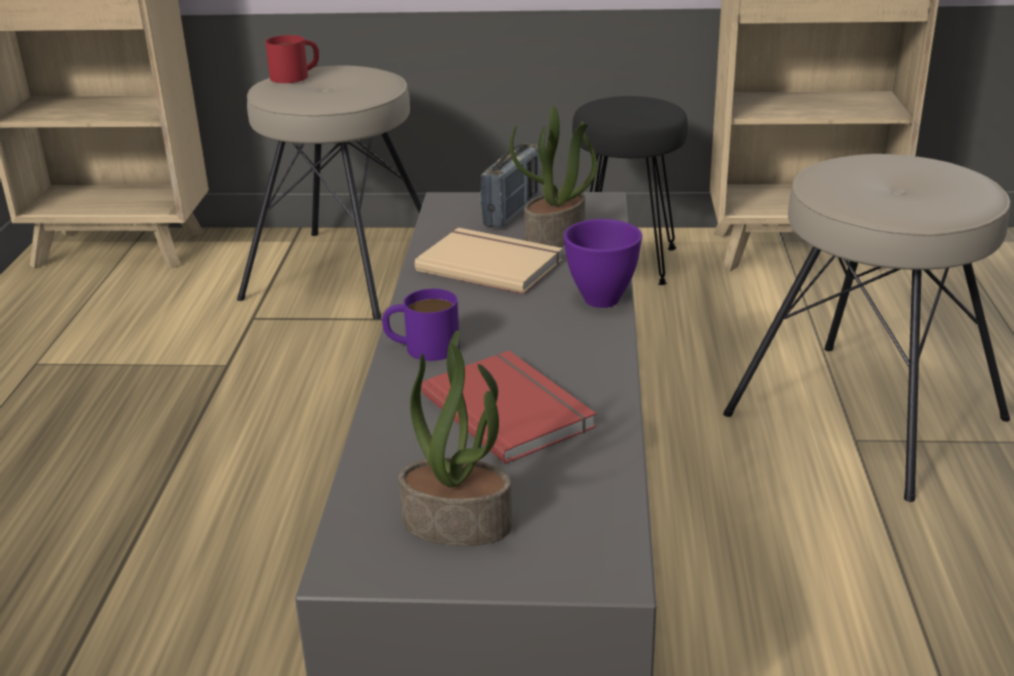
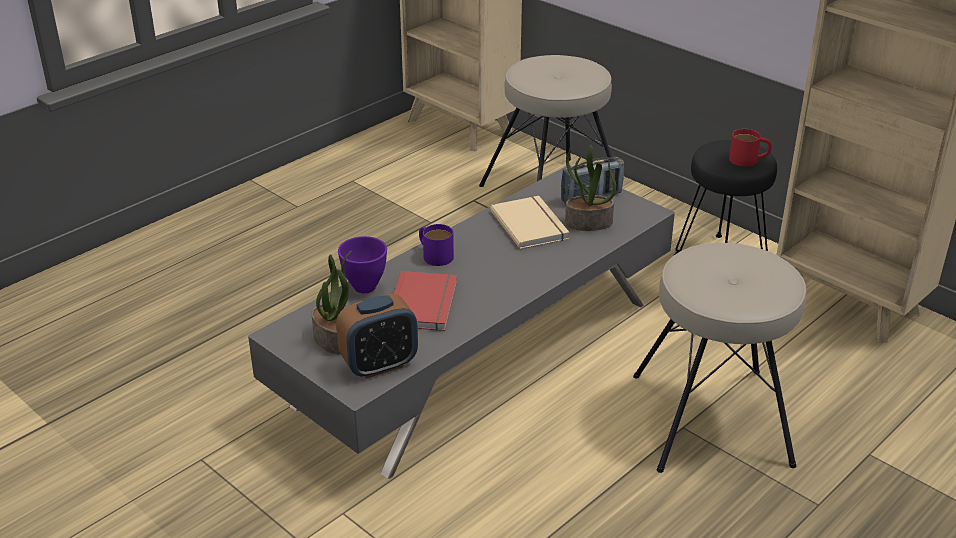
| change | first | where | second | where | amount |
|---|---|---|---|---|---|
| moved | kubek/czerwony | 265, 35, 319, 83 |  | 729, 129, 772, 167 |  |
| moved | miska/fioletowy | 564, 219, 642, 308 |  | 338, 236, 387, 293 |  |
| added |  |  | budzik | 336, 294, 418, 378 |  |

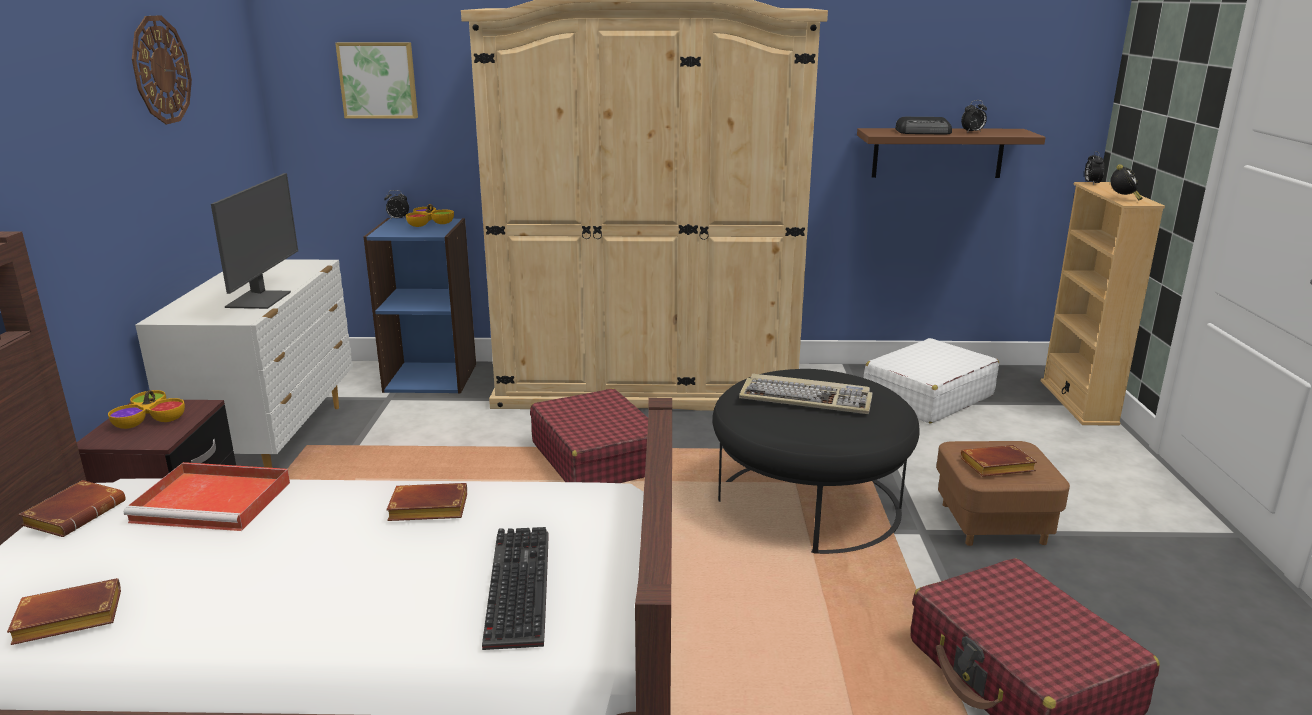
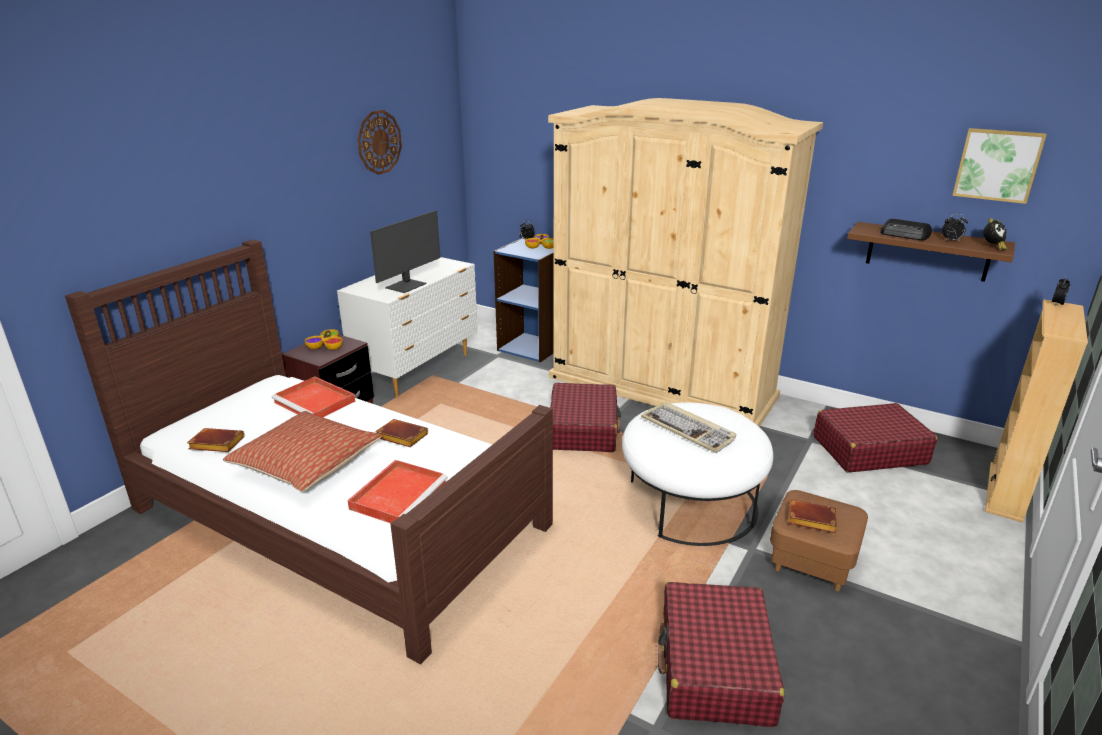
| change | first | where | second | where | amount |
|---|---|---|---|---|---|
| removed | książka/brązowy | 19, 480, 125, 537 |  |  |  |
| moved | obraz | 335, 42, 418, 119 |  | 952, 128, 1047, 204 |  |
| replaced | klawiatura | 482, 527, 548, 650 | taca/czerwony | 347, 460, 448, 523 |  |
| recoloured | pufa/czarny | 712, 369, 920, 554 | pufa/biały | 622, 402, 773, 546 |  |
| recoloured | walizka/biały | 864, 338, 999, 424 | walizka/czerwony | 814, 403, 938, 472 |  |
| moved | budzik | 1111, 164, 1142, 201 |  | 983, 218, 1007, 250 |  |
| added |  |  | poduszka | 223, 411, 382, 492 |  |

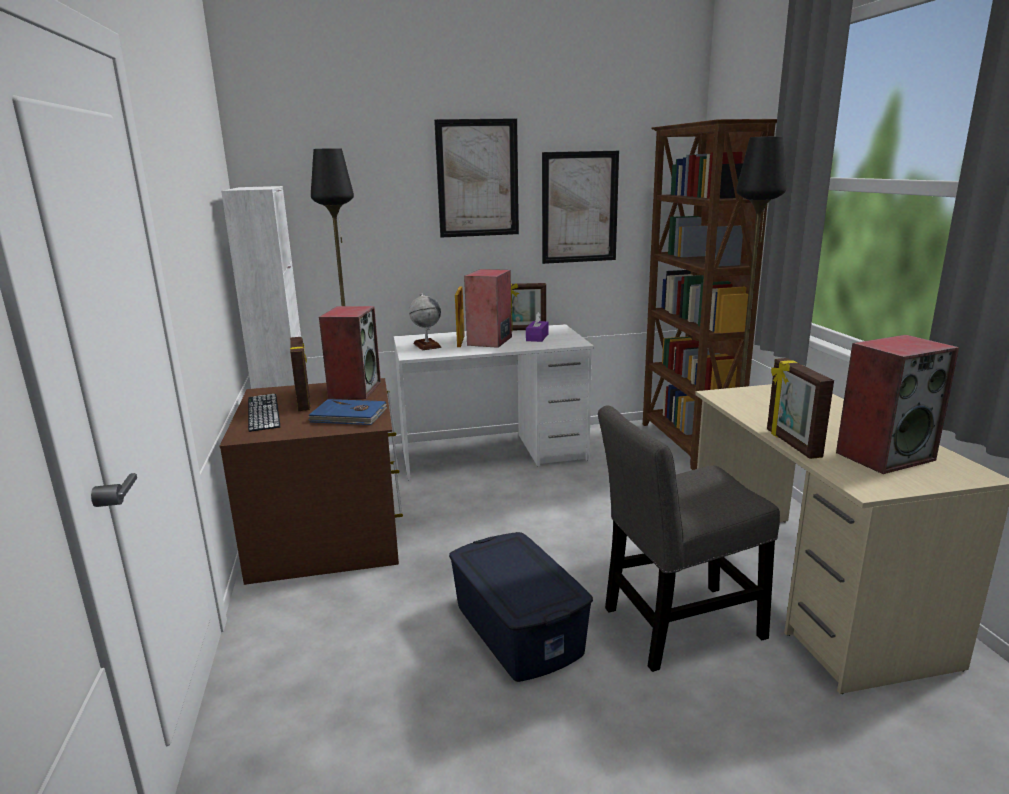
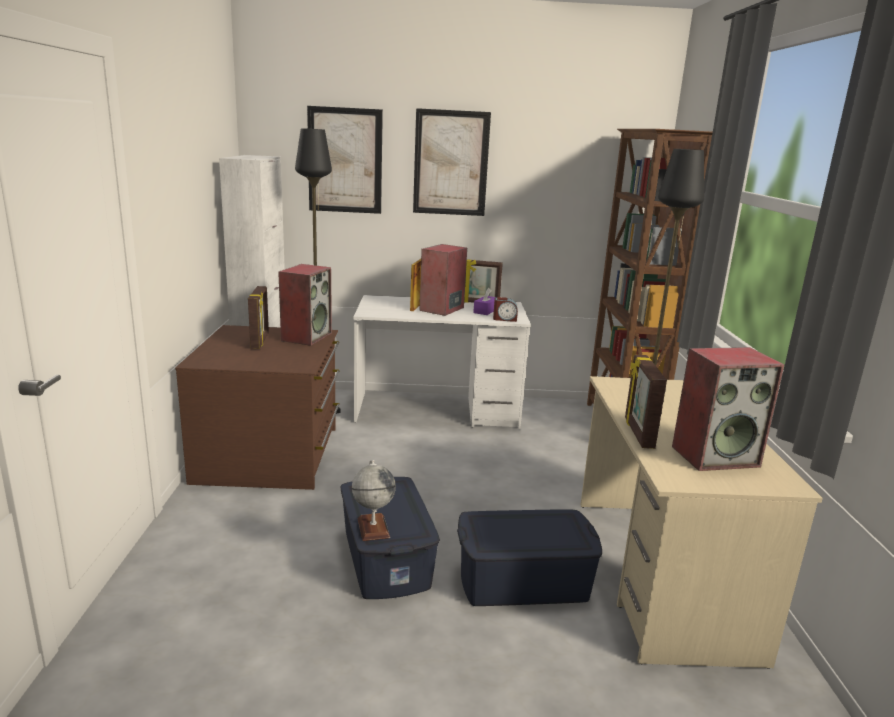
| change | first | where | second | where | amount |
|---|---|---|---|---|---|
| removed | klawiatura | 248, 394, 280, 432 |  |  |  |
| removed | książka/niebieski | 308, 399, 387, 425 |  |  |  |
| moved | globus | 409, 293, 442, 350 |  | 352, 460, 396, 541 |  |
| moved | obraz | 542, 151, 619, 264 |  | 307, 106, 383, 214 |  |
| replaced | krzesło/szary | 598, 406, 780, 672 | pojemnik do przechowywania/niebieski | 457, 509, 602, 606 |  |
| added |  |  | budzik | 493, 297, 518, 322 |  |

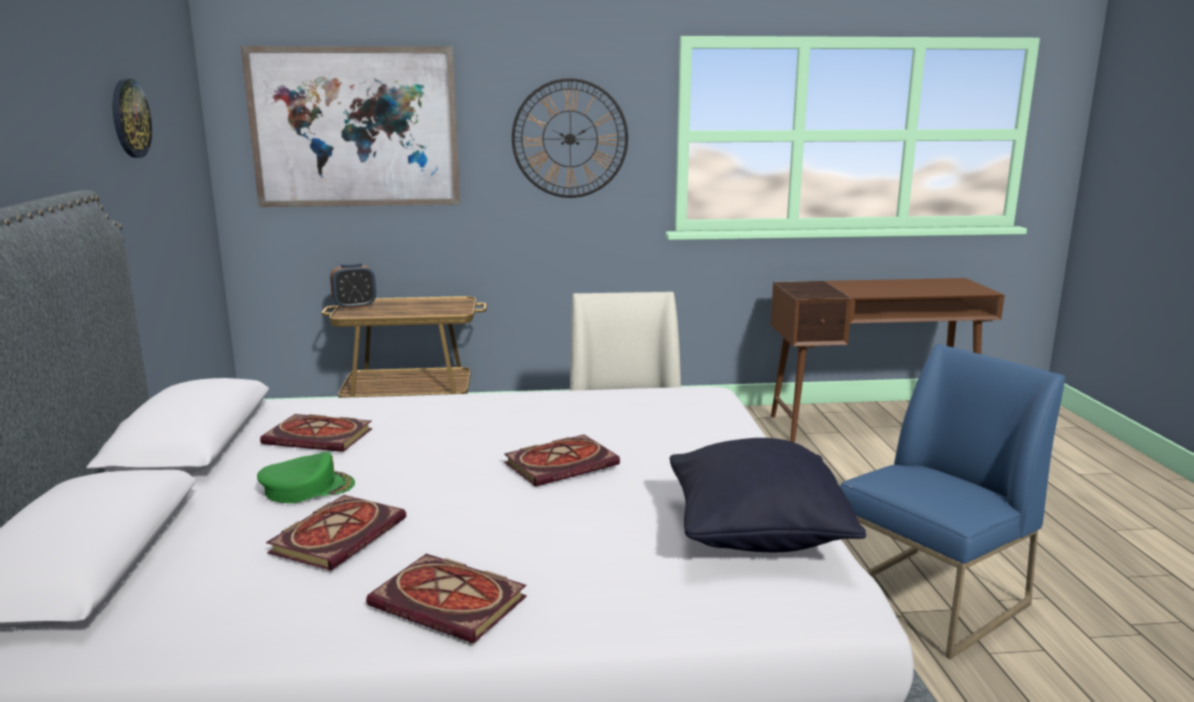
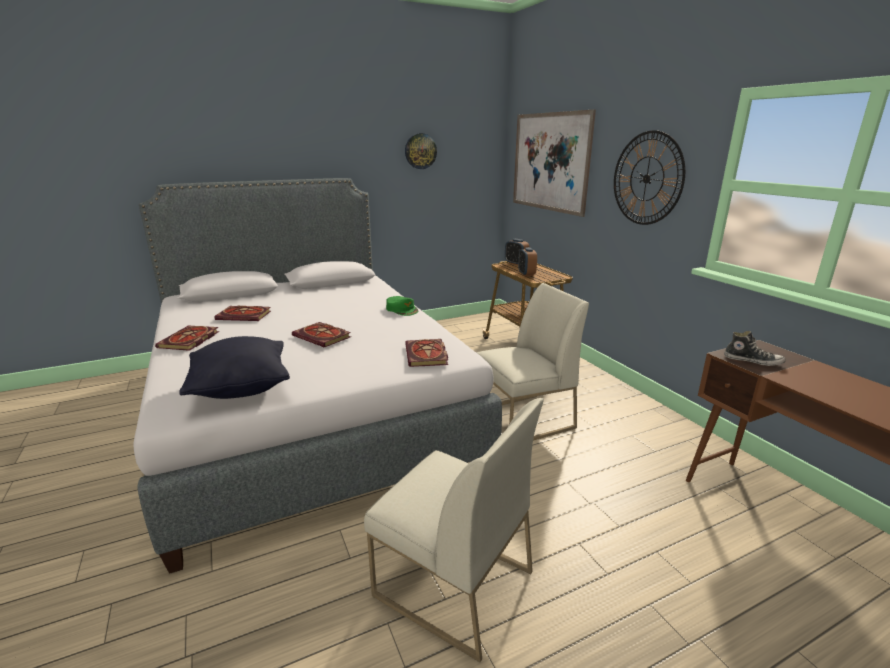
| change | first | where | second | where | amount |
|---|---|---|---|---|---|
| moved | czapka z daszkiem/zielony | 257, 452, 355, 503 |  | 386, 296, 418, 316 |  |
| moved | książka | 260, 414, 372, 452 |  | 405, 339, 448, 367 |  |
| recoloured | krzesło/niebieski | 840, 344, 1065, 659 | krzesło/biały | 364, 398, 544, 662 |  |
| added |  |  | budzik | 518, 247, 537, 276 |  |
| added |  |  | but | 724, 331, 786, 366 |  |

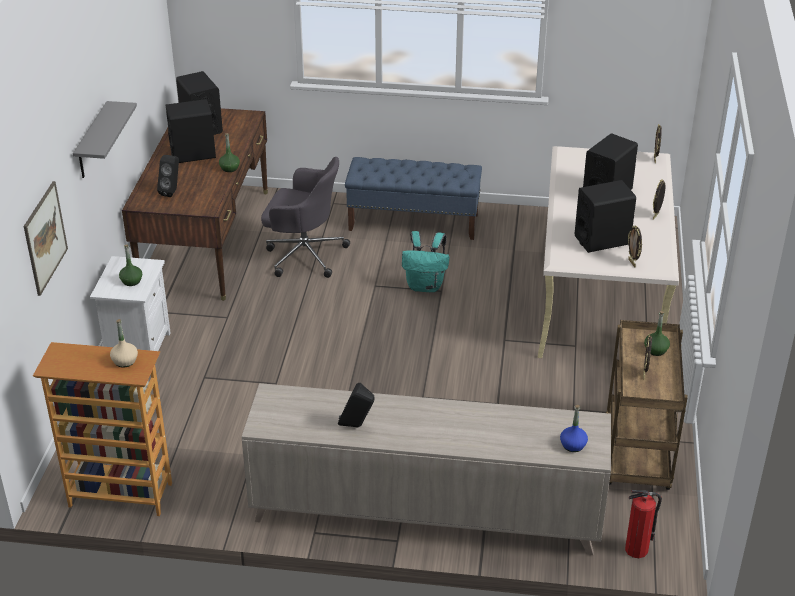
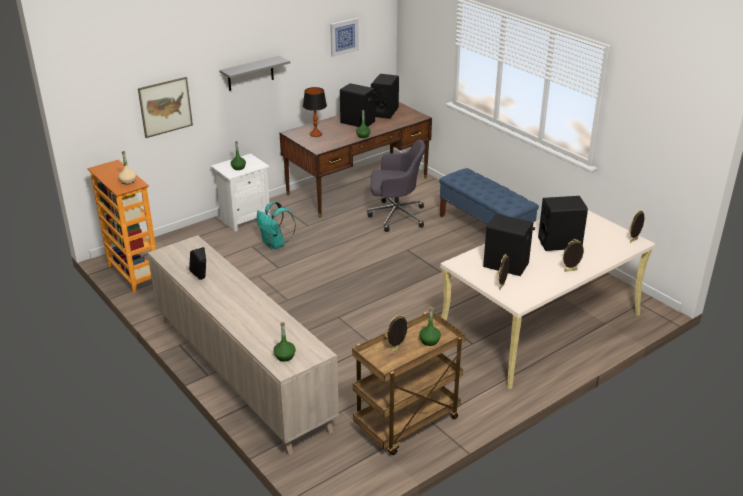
| change | first | where | second | where | amount |
|---|---|---|---|---|---|
| replaced | głośnik/czarny | 157, 155, 179, 197 | lampa stołowa | 303, 87, 327, 137 |  |
| turned | krzesło biurowe/szary | 261, 157, 350, 278 |  | 367, 139, 426, 232 | 60 degrees counterclockwise |
| moved | plecak/turkusowy | 402, 231, 449, 292 |  | 257, 201, 296, 250 |  |
| recoloured | butelka/niebieski | 560, 405, 588, 452 | butelka/zielony | 273, 322, 296, 362 |  |
| removed | gaśnica | 625, 490, 662, 558 |  |  |  |
| added |  |  | obraz | 330, 18, 359, 57 |  |

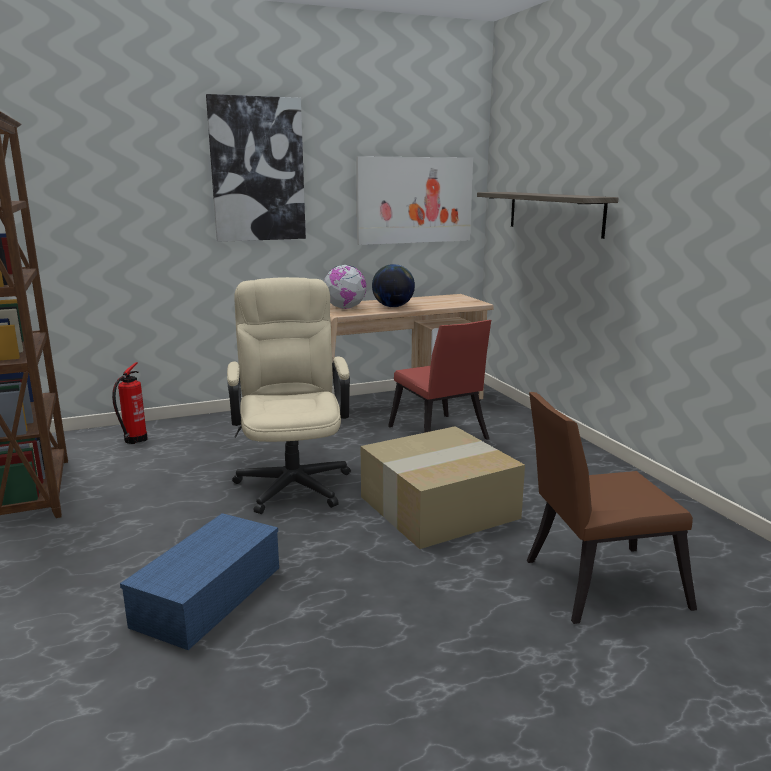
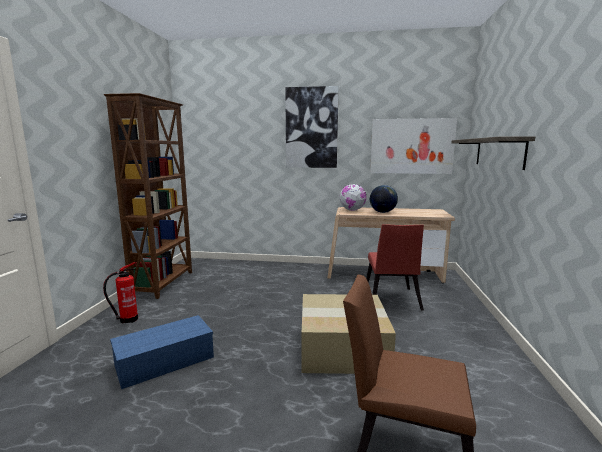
| change | first | where | second | where | amount |
|---|---|---|---|---|---|
| moved | gaśnica | 112, 362, 147, 444 |  | 103, 262, 138, 324 |  |
| removed | krzesło biurowe/beżowy | 227, 277, 351, 514 |  |  |  |

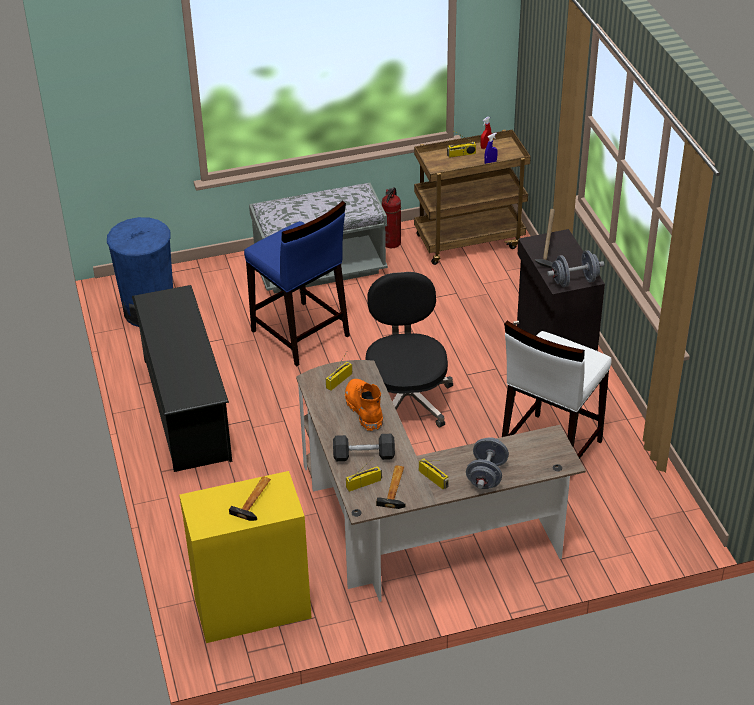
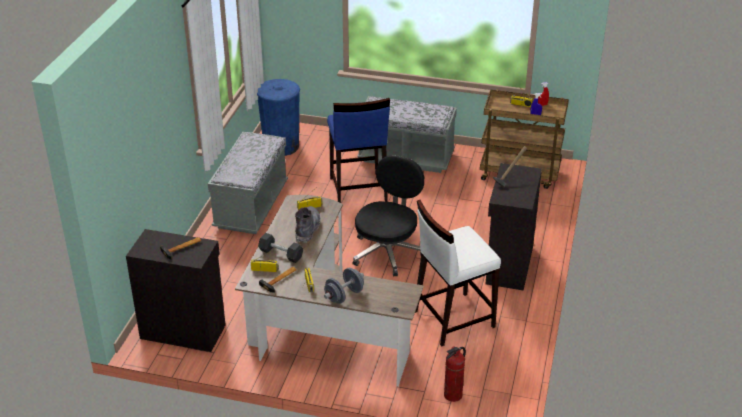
| change | first | where | second | where | amount |
|---|---|---|---|---|---|
| replaced | regał na buty/czarny | 132, 285, 232, 472 | ławka/szary | 208, 132, 288, 234 |  |
| recoloured | szafka/żółty | 179, 471, 312, 643 | szafka/czarny | 126, 229, 226, 352 |  |
| recoloured | but z cholewką/pomarańczowy | 345, 379, 383, 431 | but z cholewką/szary | 295, 206, 320, 243 |  |
| moved | gaśnica | 382, 187, 401, 248 |  | 444, 346, 466, 402 |  |
| removed | hantel/szary | 547, 251, 604, 287 |  |  |  |

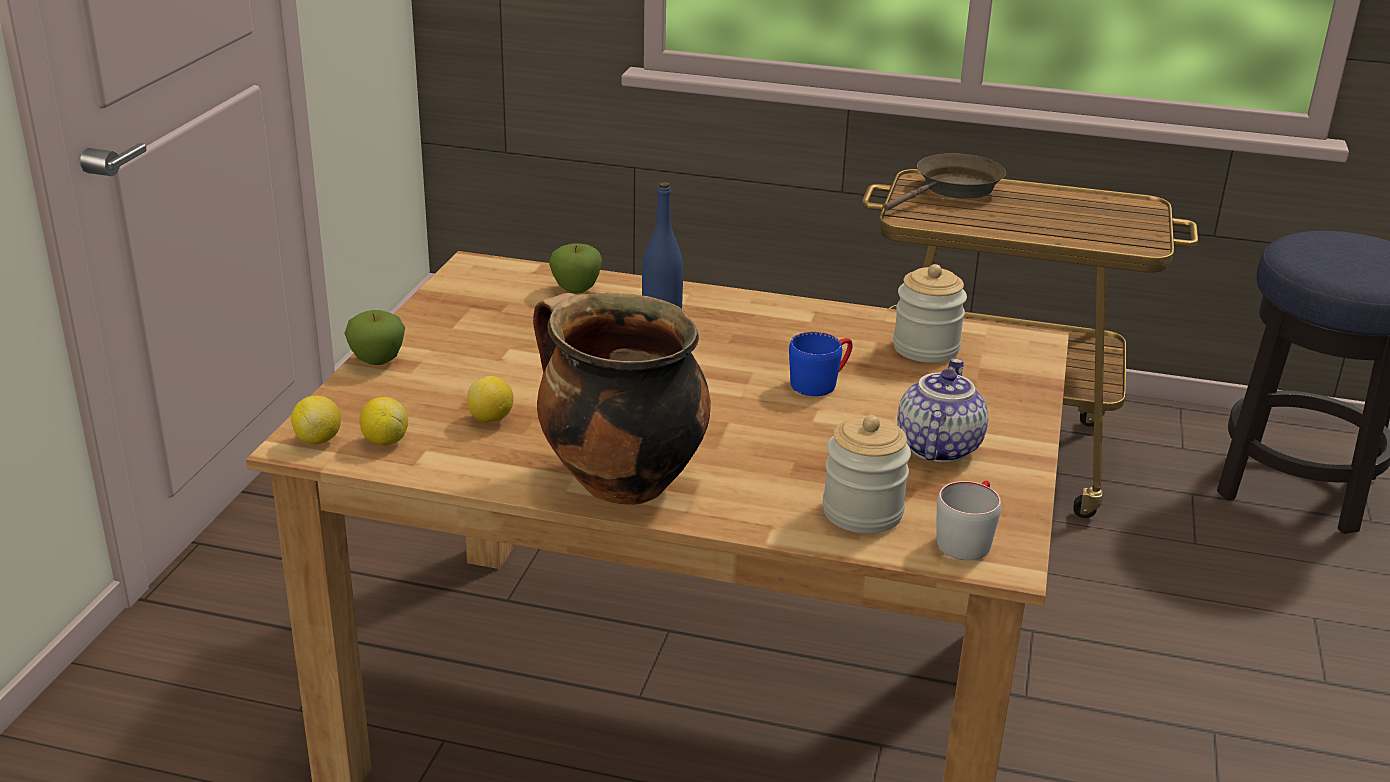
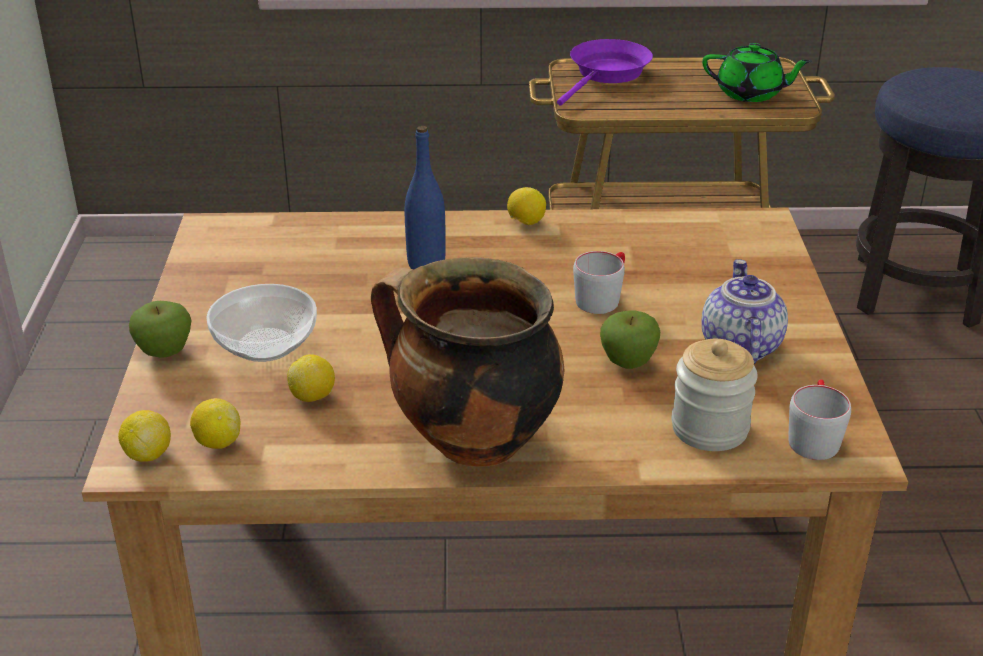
| change | first | where | second | where | amount |
|---|---|---|---|---|---|
| moved | jabłko | 549, 244, 602, 293 |  | 600, 311, 660, 369 |  |
| recoloured | kubek/niebieski | 789, 332, 853, 396 | kubek/szary | 573, 251, 625, 314 |  |
| recoloured | patelnia/brązowy | 884, 153, 1006, 211 | patelnia/fioletowy | 557, 39, 653, 106 |  |
| removed | słoik | 893, 264, 967, 363 |  |  |  |
| added |  |  | miska | 206, 284, 317, 362 |  |
| added |  |  | cytryna | 507, 187, 546, 225 |  |
| added |  |  | imbryk/zielony | 702, 43, 812, 102 |  |

